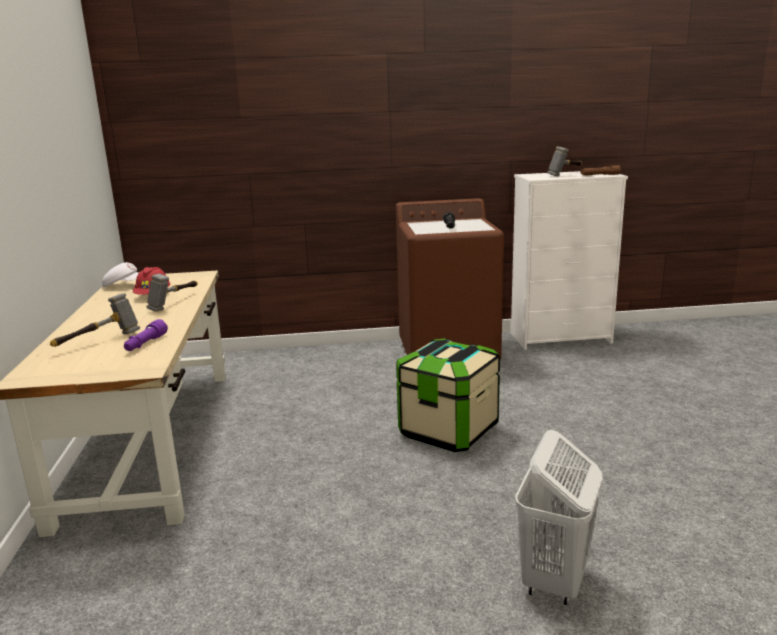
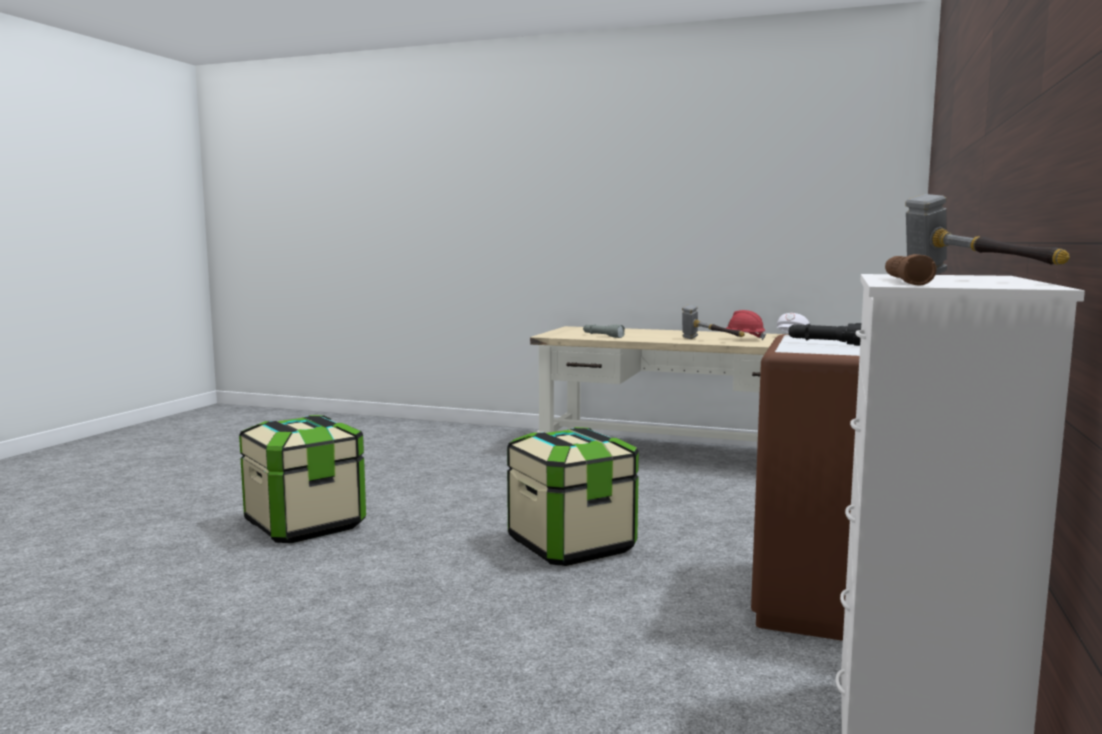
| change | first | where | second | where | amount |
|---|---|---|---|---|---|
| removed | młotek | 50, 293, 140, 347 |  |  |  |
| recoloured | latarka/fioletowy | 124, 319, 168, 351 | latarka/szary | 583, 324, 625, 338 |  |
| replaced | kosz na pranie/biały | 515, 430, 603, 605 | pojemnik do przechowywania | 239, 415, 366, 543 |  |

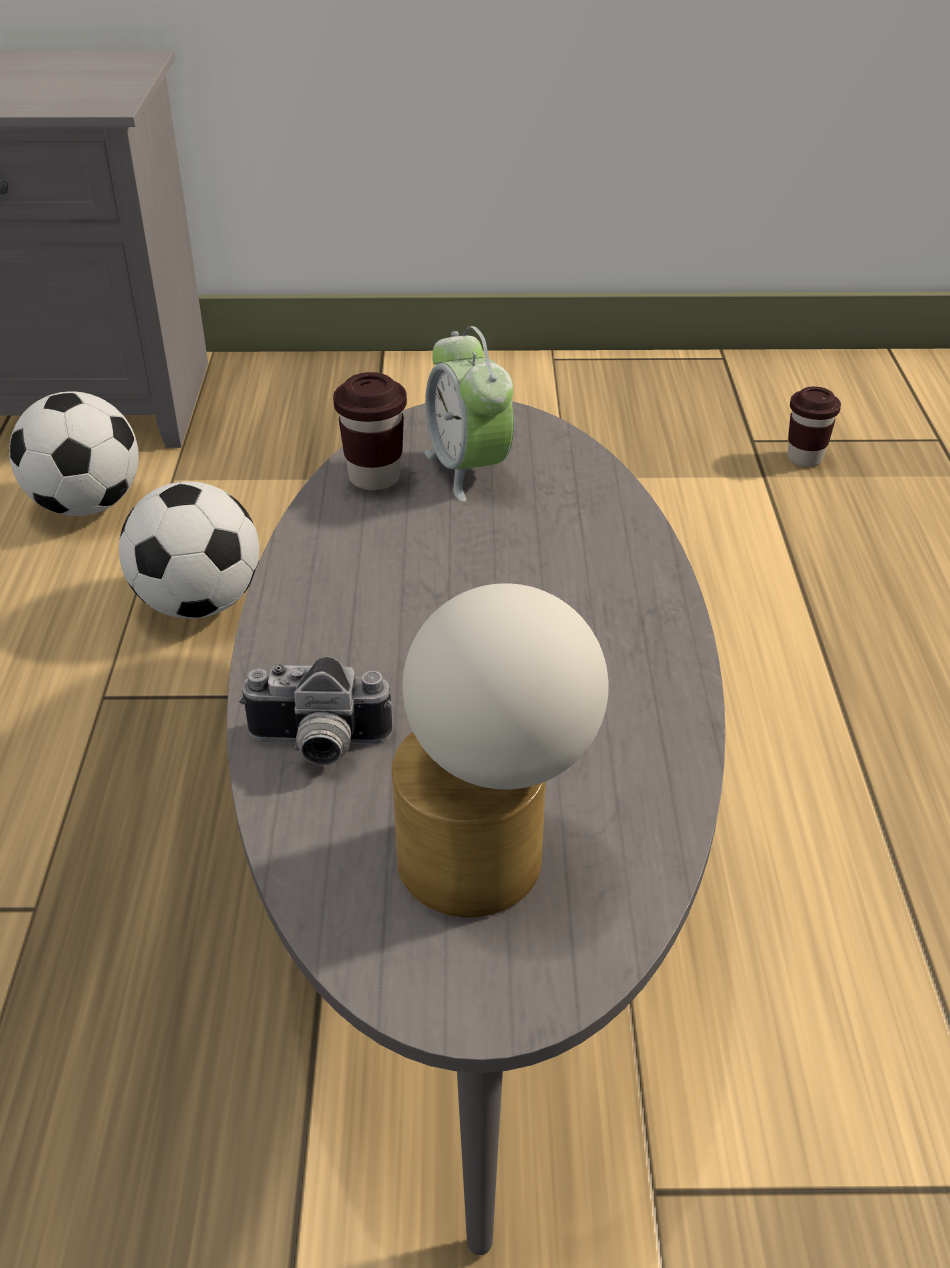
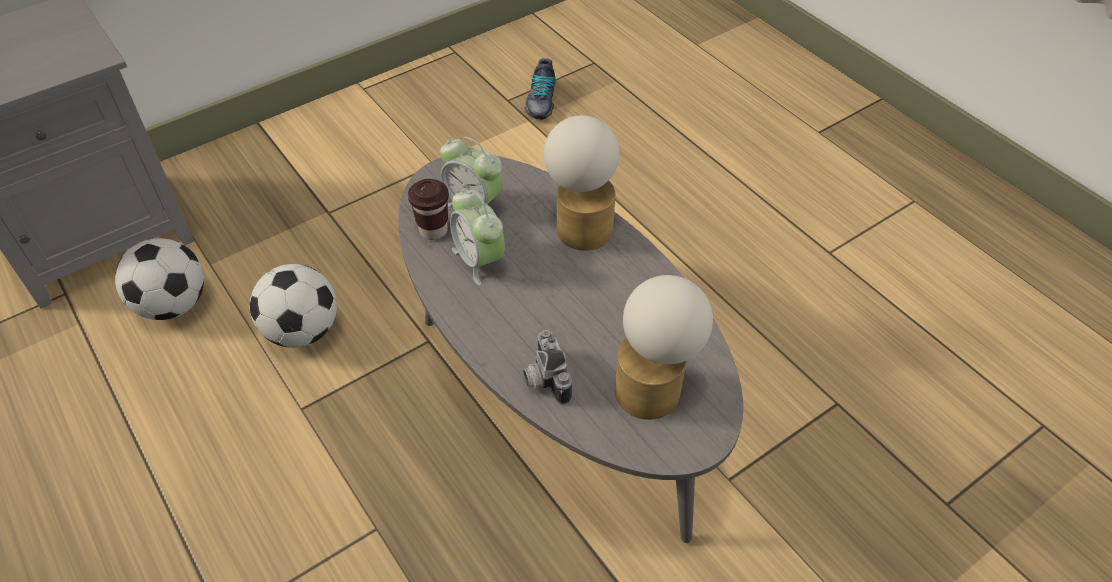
| change | first | where | second | where | amount |
|---|---|---|---|---|---|
| turned | aparat fotograficzny | 239, 657, 393, 766 |  | 523, 329, 572, 405 | 105 degrees clockwise |
| replaced | filiżanka/brązowy | 788, 386, 841, 467 | but | 524, 58, 556, 120 |  |
| added |  |  | budzik | 450, 189, 505, 286 |  |
| added |  |  | lampa stołowa | 544, 115, 619, 251 |  |

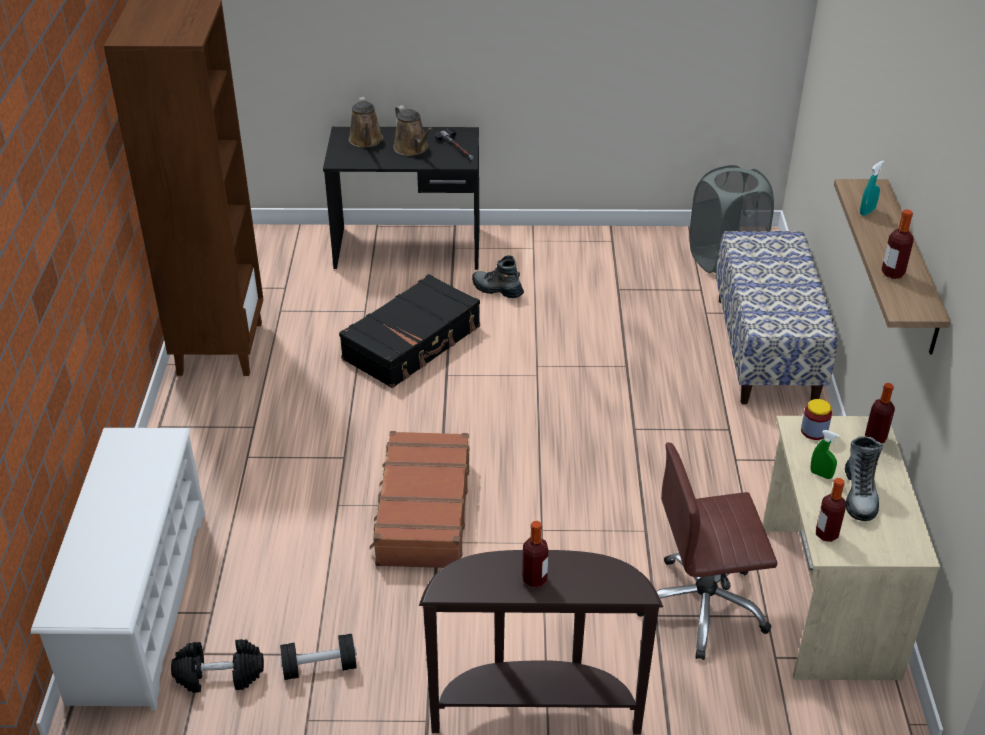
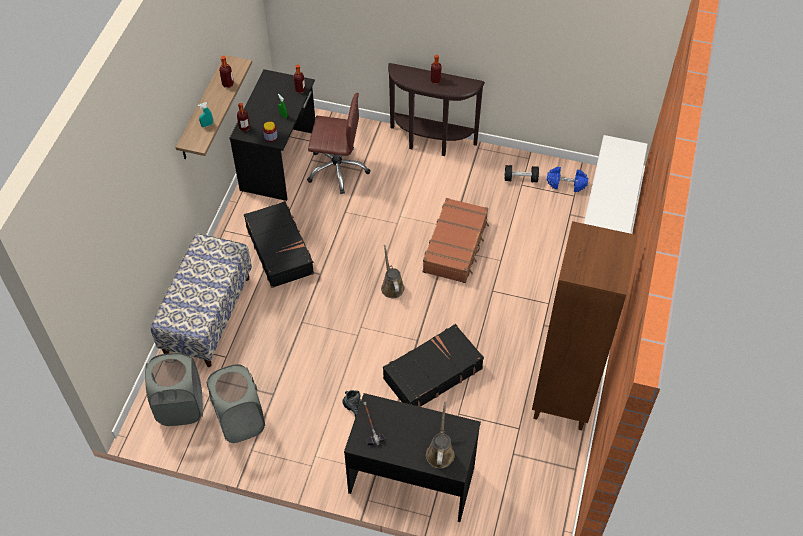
| change | first | where | second | where | amount |
|---|---|---|---|---|---|
| recoloured | hantel/czarny | 171, 639, 264, 693 | hantel/niebieski | 546, 167, 588, 192 |  |
| moved | konewka/brązowy | 393, 105, 433, 156 |  | 381, 245, 404, 298 |  |
| recoloured | biurko/beżowy | 762, 416, 940, 680 | biurko/czarny | 229, 69, 315, 201 |  |
| removed | but z cholewką | 845, 436, 883, 521 |  |  |  |
| added |  |  | kosz na pranie/szary | 206, 364, 265, 443 |  |
| added |  |  | walizka/czarny | 244, 201, 314, 288 |  |

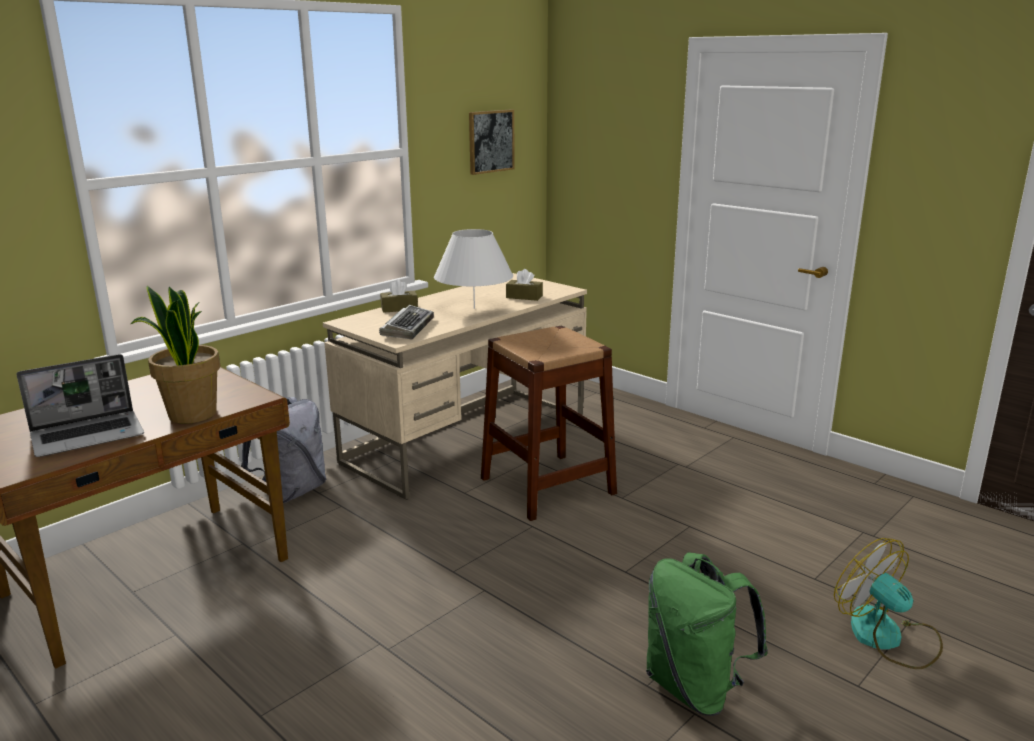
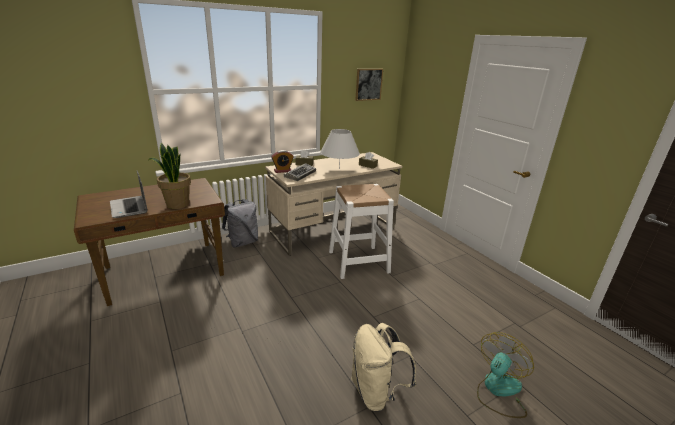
| change | first | where | second | where | amount |
|---|---|---|---|---|---|
| turned | laptop | 17, 354, 144, 457 |  | 110, 171, 148, 218 | 75 degrees clockwise |
| recoloured | stołek/brązowy | 481, 325, 617, 521 | stołek/biały | 329, 184, 394, 279 |  |
| recoloured | plecak/zielony | 646, 552, 768, 716 | plecak/beżowy | 351, 323, 416, 412 |  |
| turned | wentylator | 834, 538, 943, 669 |  | 477, 332, 534, 418 | 60 degrees clockwise |
| added |  |  | budzik | 271, 150, 294, 173 |  |

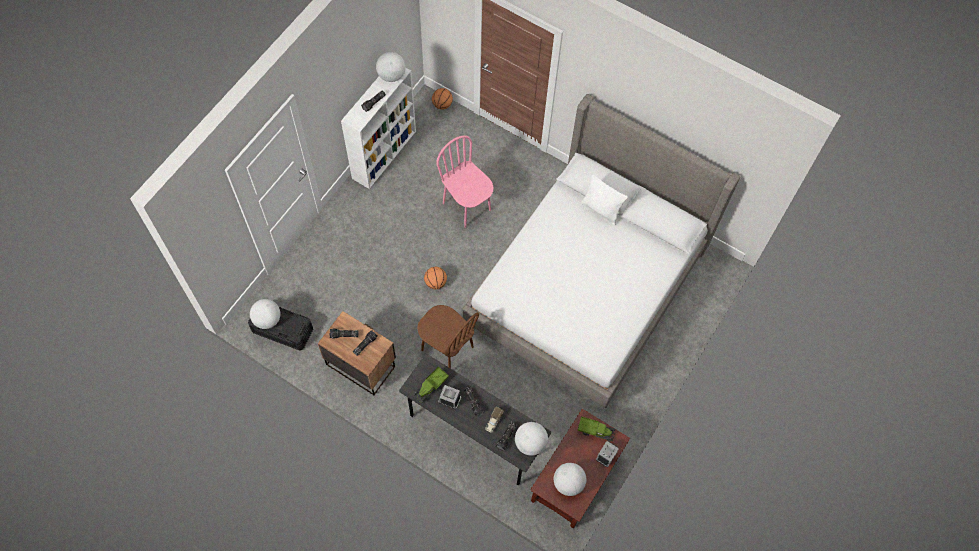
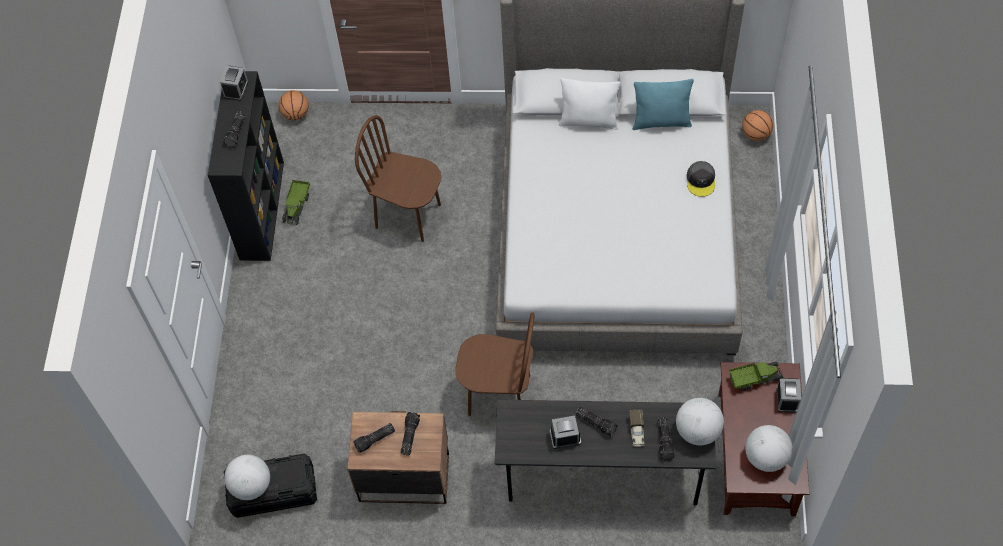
| change | first | where | second | where | amount |
|---|---|---|---|---|---|
| recoloured | regał/biały | 341, 68, 416, 189 | regał/czarny | 208, 71, 284, 261 |  |
| replaced | globus | 376, 52, 406, 82 | budzik | 220, 66, 249, 101 |  |
| moved | ciężarówka zabawkowa | 414, 366, 449, 403 |  | 282, 180, 310, 225 |  |
| moved | piłka do koszykówki | 424, 267, 447, 290 |  | 742, 110, 773, 141 |  |
| recoloured | krzesło/różowy | 436, 135, 493, 228 | krzesło/brązowy | 355, 115, 442, 242 |  |
| added |  |  | poduszka/turkusowy | 633, 79, 694, 130 |  |
| added |  |  | czapka z daszkiem/szary | 687, 161, 715, 197 |  |

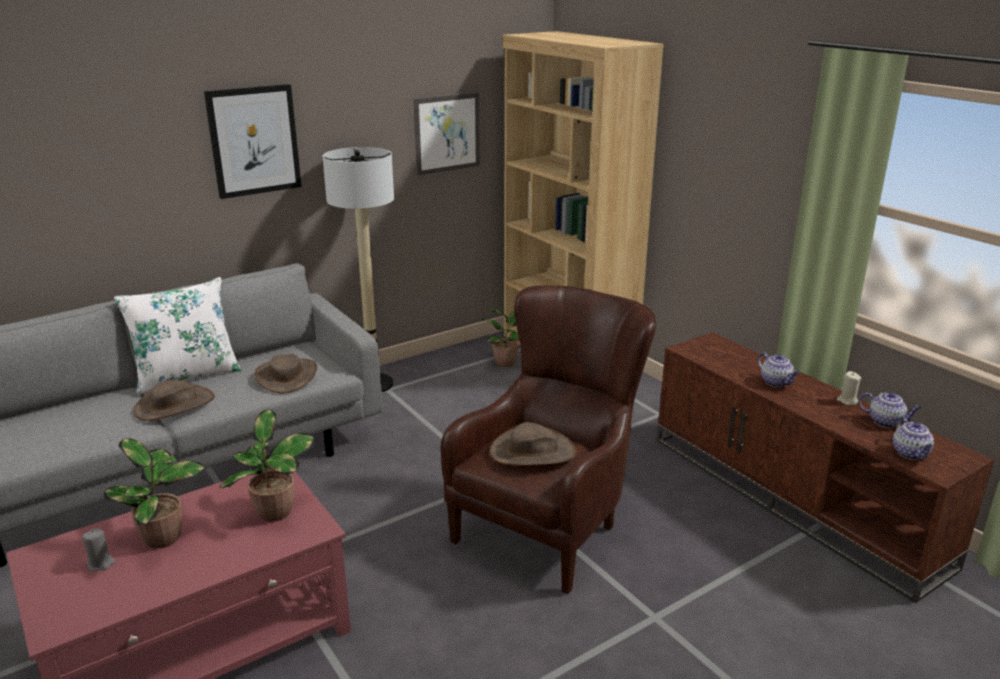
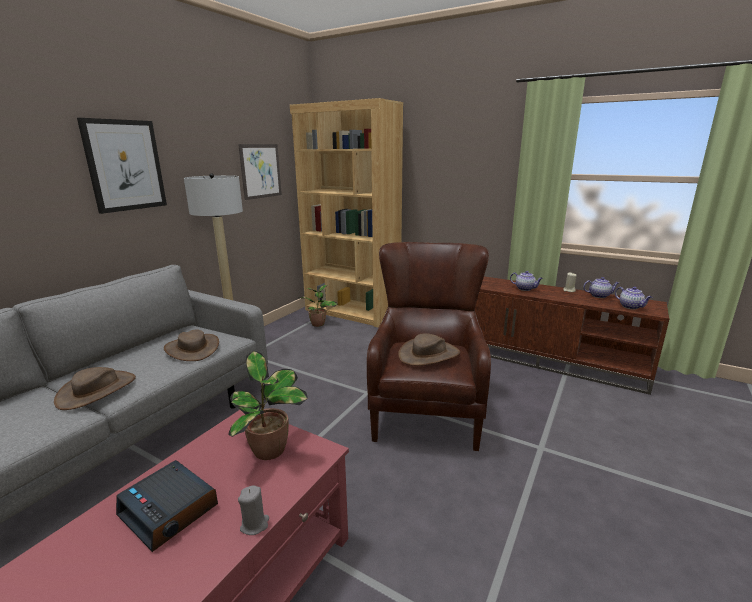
| change | first | where | second | where | amount |
|---|---|---|---|---|---|
| moved | świeca/szary | 82, 528, 116, 571 |  | 238, 485, 269, 535 |  |
| replaced | roślina doniczkowa | 104, 438, 205, 549 | budzik | 116, 460, 218, 552 |  |
| removed | poduszka/biały | 114, 277, 242, 395 |  |  |  |

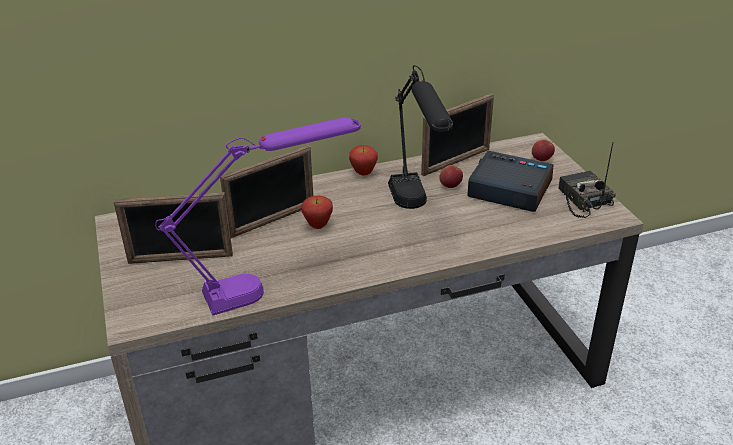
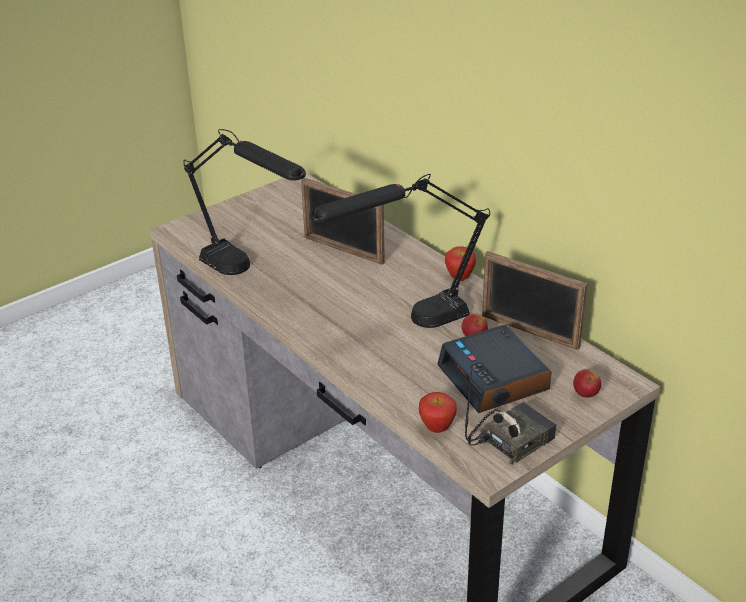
| change | first | where | second | where | amount |
|---|---|---|---|---|---|
| removed | ramka na zdjęcie | 114, 192, 233, 264 |  |  |  |
| recoloured | lampa stołowa/fioletowy | 155, 117, 361, 315 | lampa stołowa/czarny | 183, 129, 306, 275 |  |
| moved | jabłko | 302, 195, 333, 229 |  | 419, 392, 457, 433 |  |
| turned | budzik | 468, 151, 554, 212 |  | 437, 325, 552, 413 | 150 degrees clockwise |

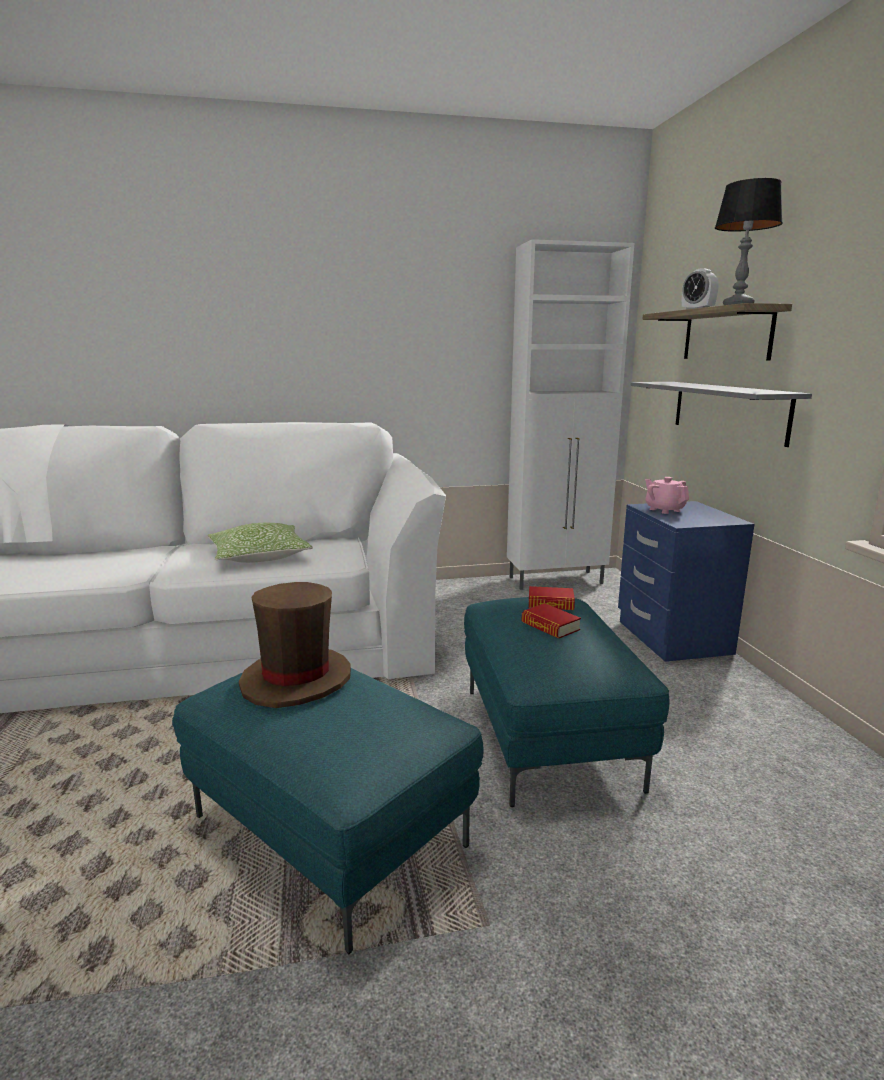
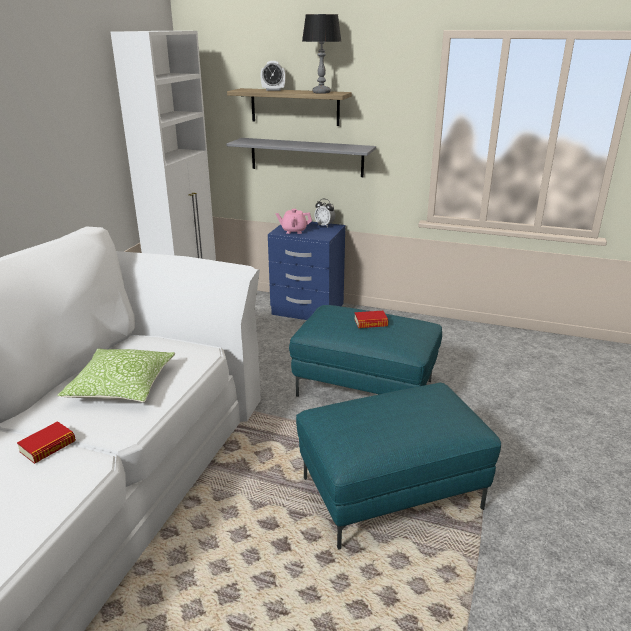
| change | first | where | second | where | amount |
|---|---|---|---|---|---|
| removed | kapelusz/brązowy | 239, 582, 351, 708 |  |  |  |
| moved | książka | 529, 586, 575, 610 |  | 17, 421, 76, 464 |  |
| added |  |  | budzik | 314, 199, 335, 228 |  |

